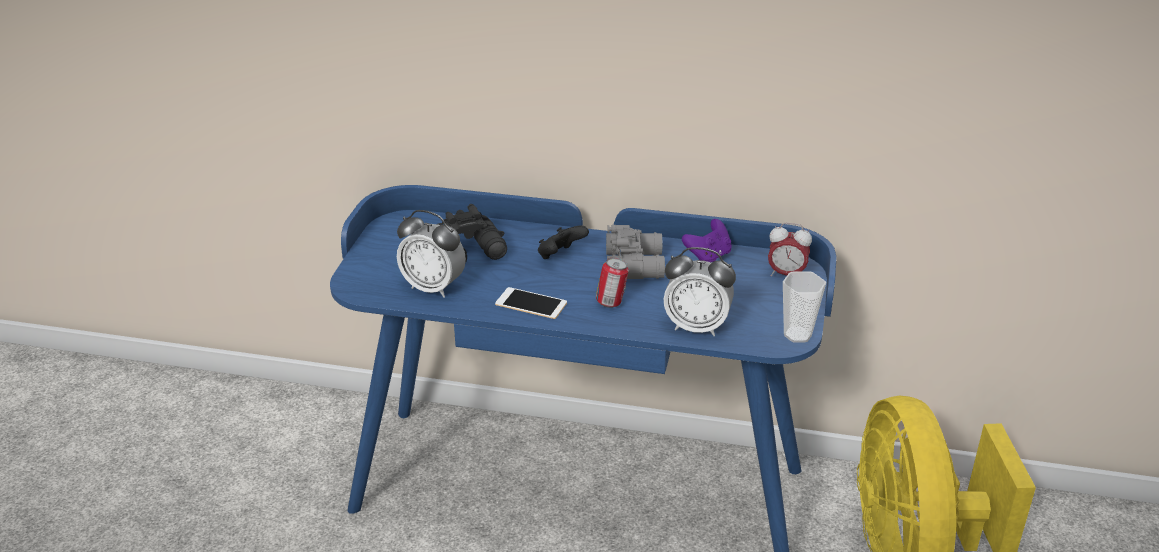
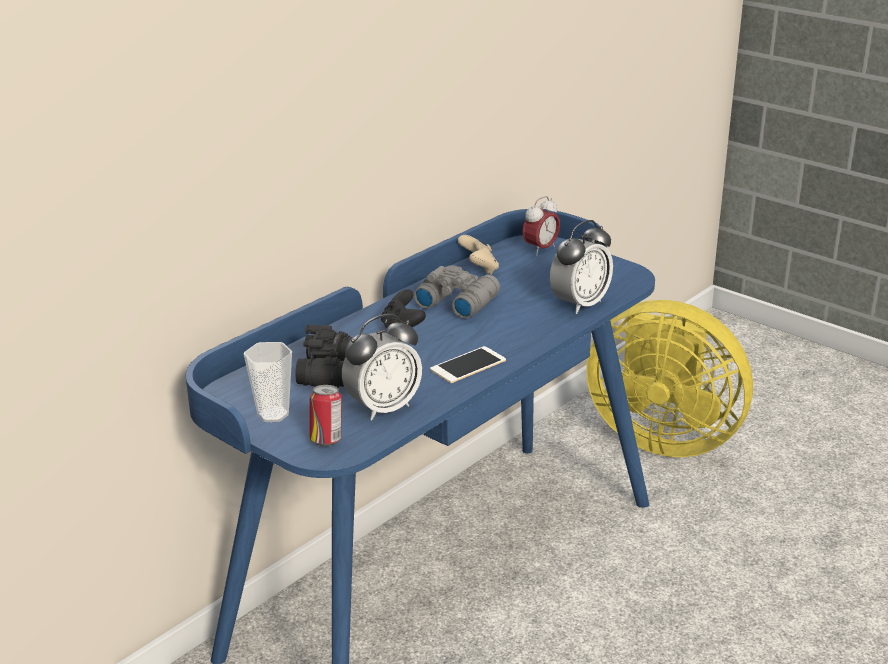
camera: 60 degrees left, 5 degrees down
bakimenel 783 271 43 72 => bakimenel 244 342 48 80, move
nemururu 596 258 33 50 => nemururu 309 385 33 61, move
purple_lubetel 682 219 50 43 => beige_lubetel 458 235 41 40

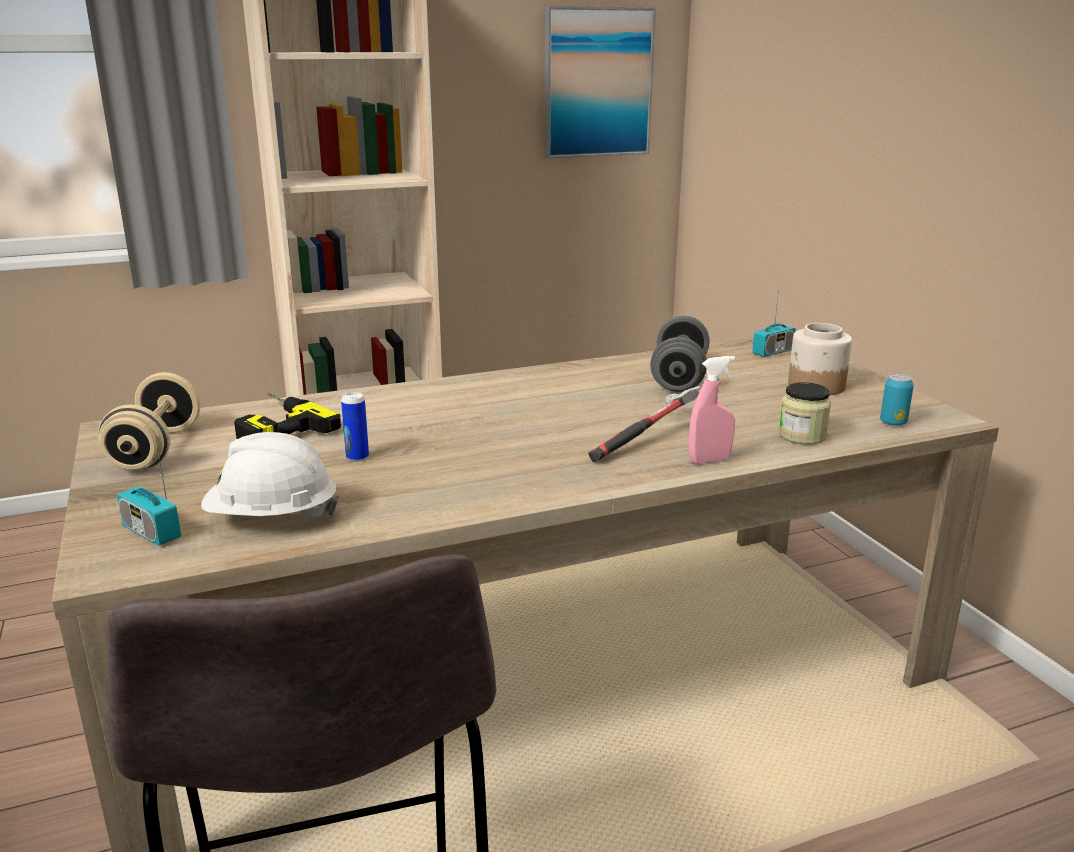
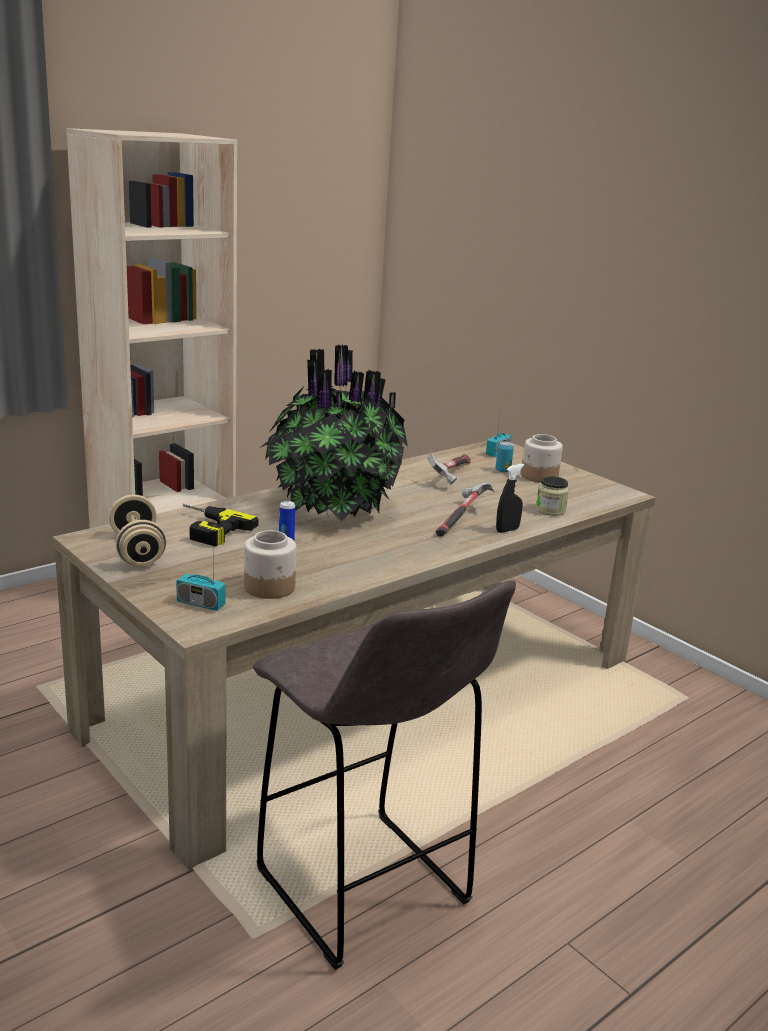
camera: 20 degrees left, 0 degrees up
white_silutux 201 432 139 85 => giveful 244 530 52 69
nothing => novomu 261 345 147 176
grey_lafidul 650 316 60 76 => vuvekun 427 451 44 33
nemururu 880 374 34 52 => nemururu 496 441 18 31, move
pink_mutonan 689 356 46 108 => black_mutonan 496 464 29 69
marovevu 545 6 111 153 => nothing

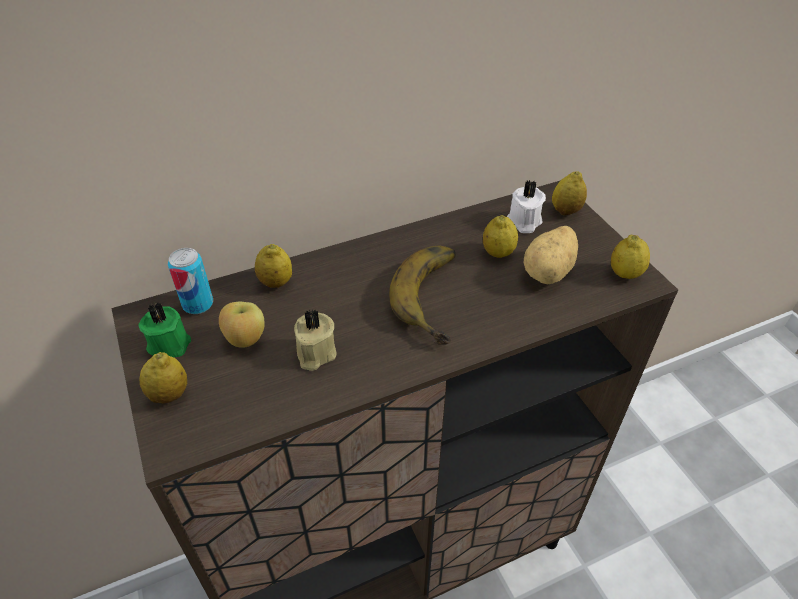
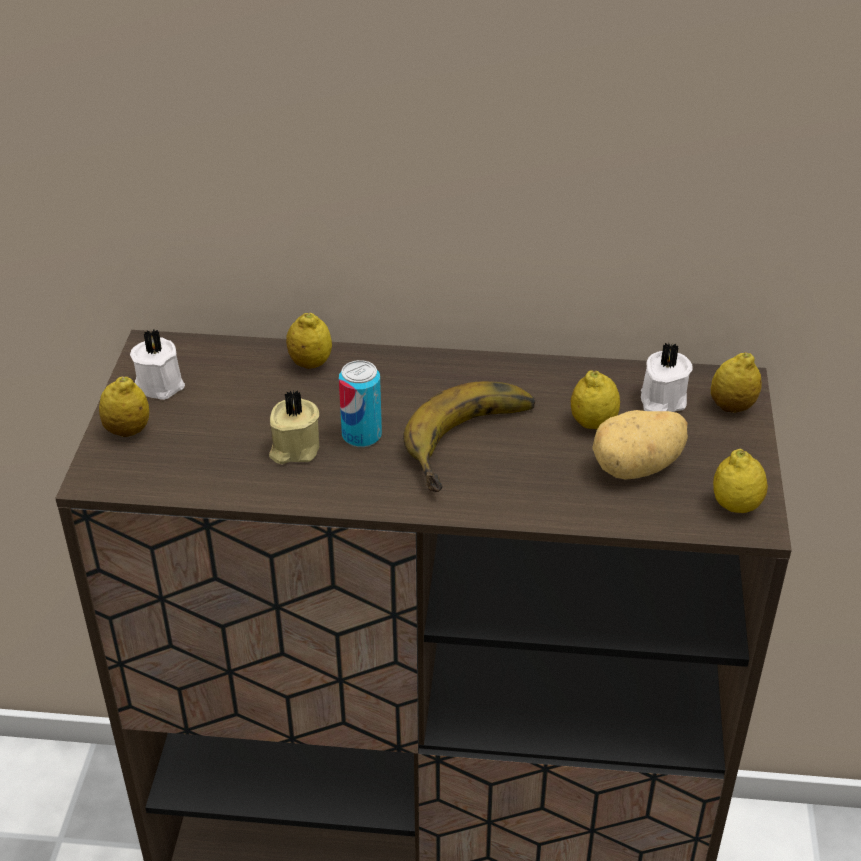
camera: 30 degrees right, 5 degrees down
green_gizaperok 139 302 52 55 => white_gizaperok 130 329 55 71
nemururu 168 248 45 66 => nemururu 339 360 43 87, move
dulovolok 219 301 46 47 => nothing

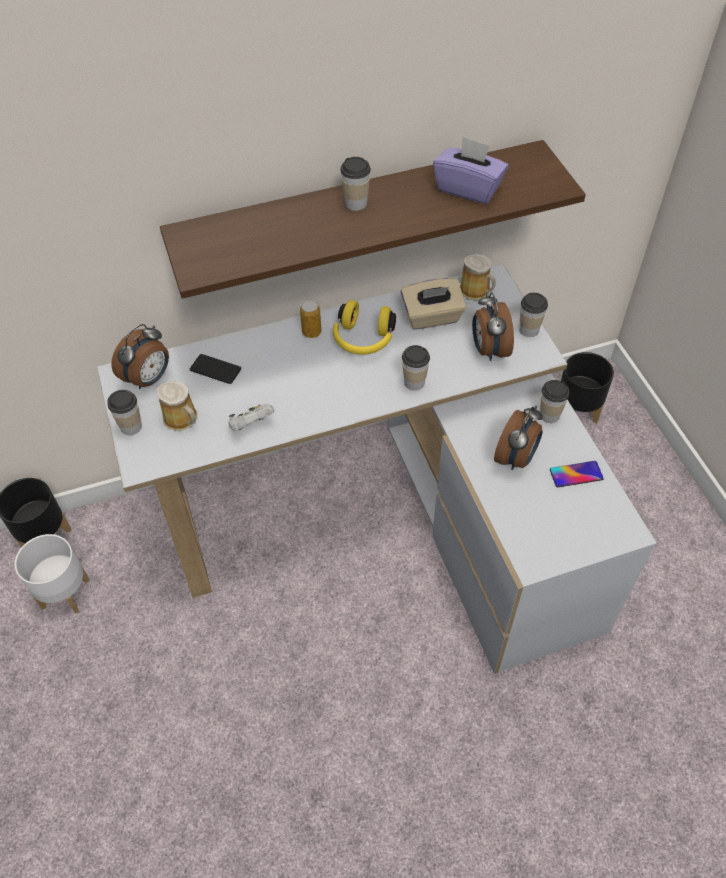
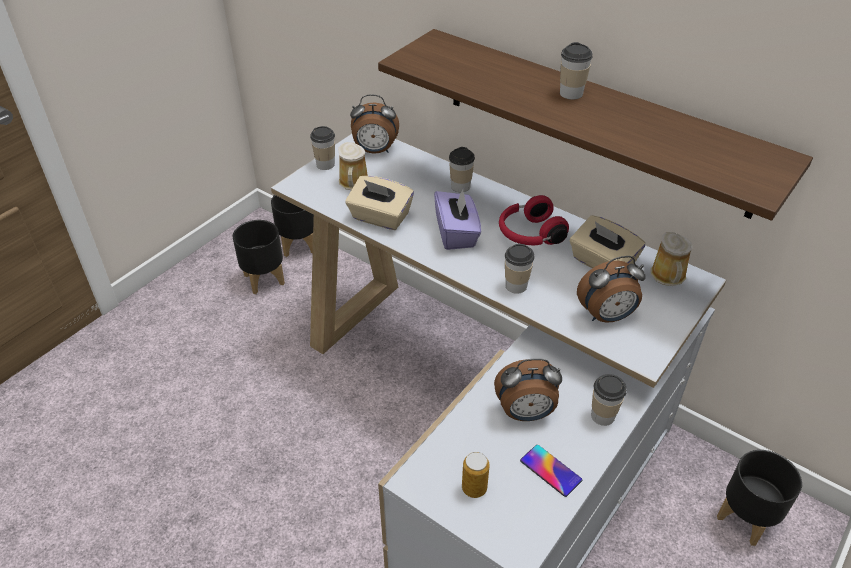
camera: 55 degrees right, 10 degrees down
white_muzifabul 15 534 75 80 => black_muzifabul 233 220 52 74
white_lubetel 228 404 47 27 => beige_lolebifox 345 176 69 54
purple_lolebifox 433 137 75 67 => purple_lolebifox 434 189 47 61, move
bakimenel 519 293 29 44 => bakimenel 449 147 26 45, move
nemururu 300 300 22 38 => nemururu 462 452 28 46, move
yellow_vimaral 333 300 63 55 => red_vimaral 499 195 70 50
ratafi 472 292 42 69 => ratafi 577 256 69 67, 150 degrees counterclockwise
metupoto 190 354 51 30 => nothing

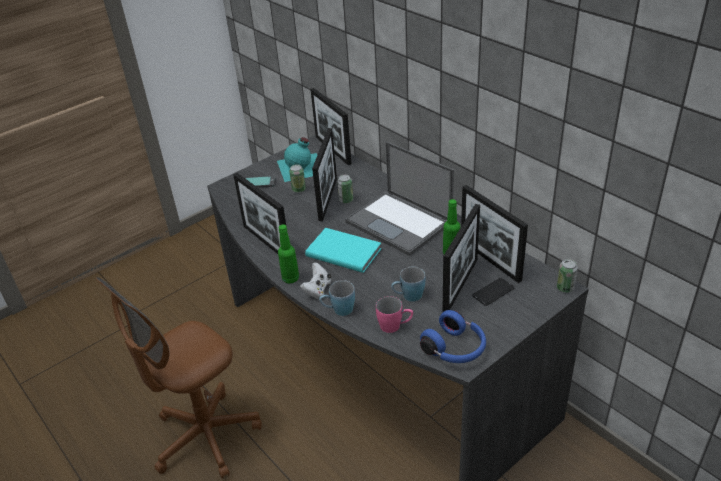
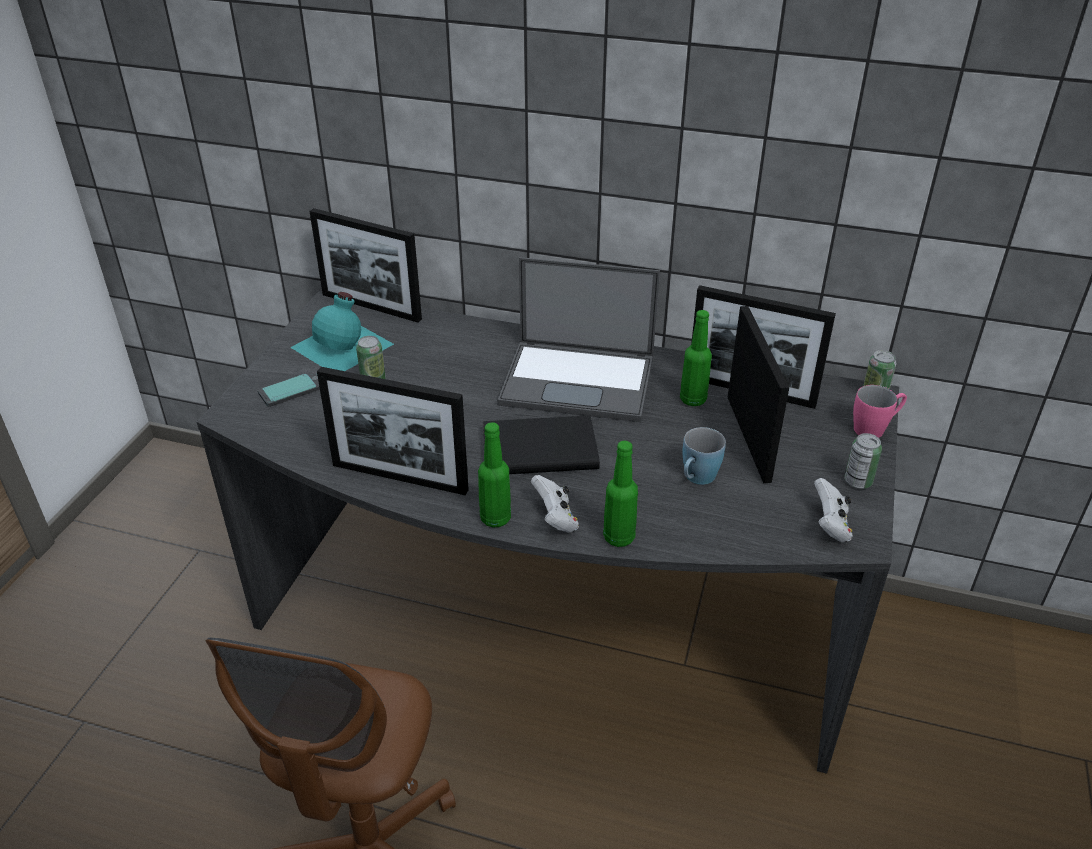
camera: 35 degrees left, 0 degrees up
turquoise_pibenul 305 228 77 45 => black_pibenul 483 415 117 59
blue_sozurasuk 319 280 36 36 => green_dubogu 603 441 35 106
blue_vimaral 420 310 66 53 => white_lubetel 814 478 39 64
nemururu 337 174 16 30 => nemururu 844 433 38 56, move
pink_sozurasuk 376 296 37 37 => pink_sozurasuk 853 385 54 53, move
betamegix 312 128 25 93 => nothing
metupoto 472 278 43 28 => nothing

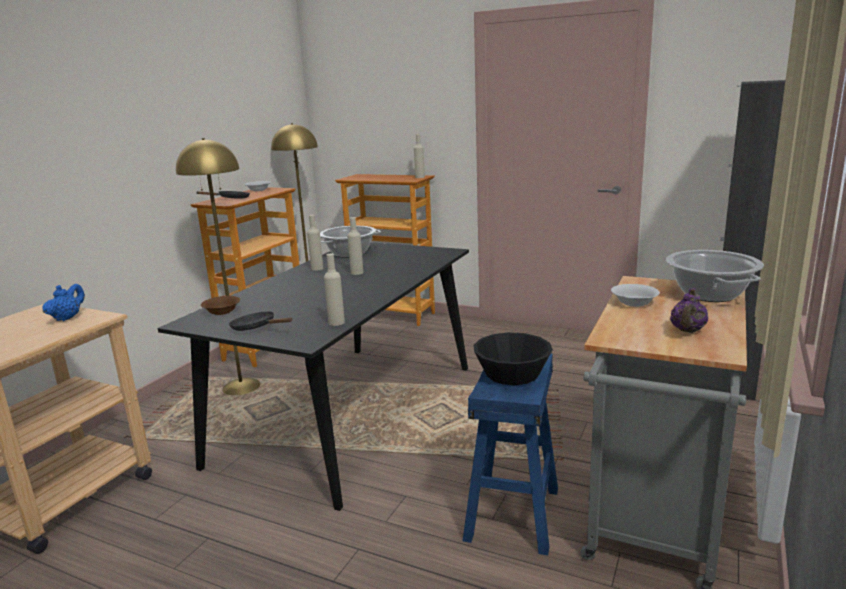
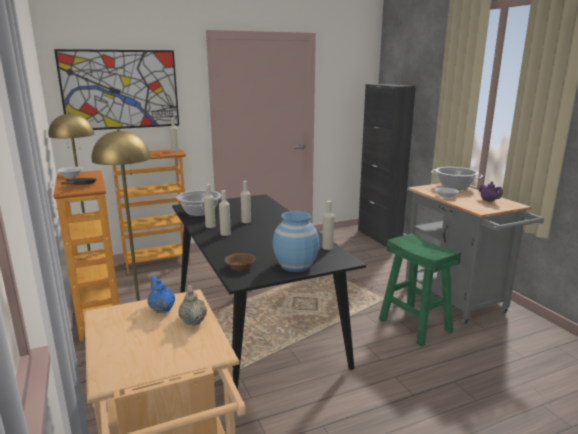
camera: 50 degrees left, 0 degrees up
nothing => marovevu 54 49 125 81
nothing => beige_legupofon 178 285 29 41
nothing => beige_dubogu 219 190 12 46
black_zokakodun 229 311 63 20 => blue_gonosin 272 211 48 61
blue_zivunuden 463 354 95 201 => green_zivunuden 379 233 82 114
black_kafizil 474 332 79 53 => nothing

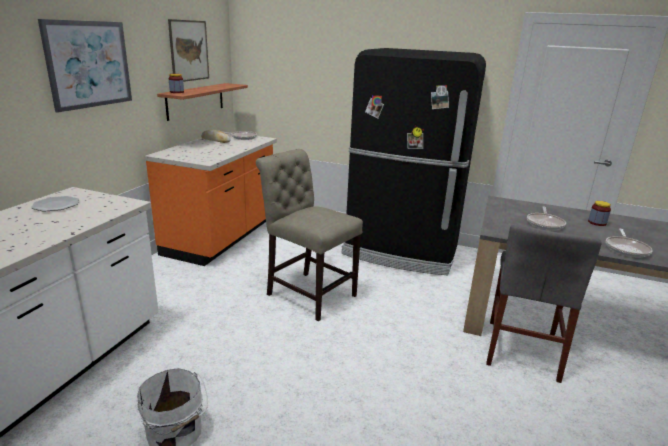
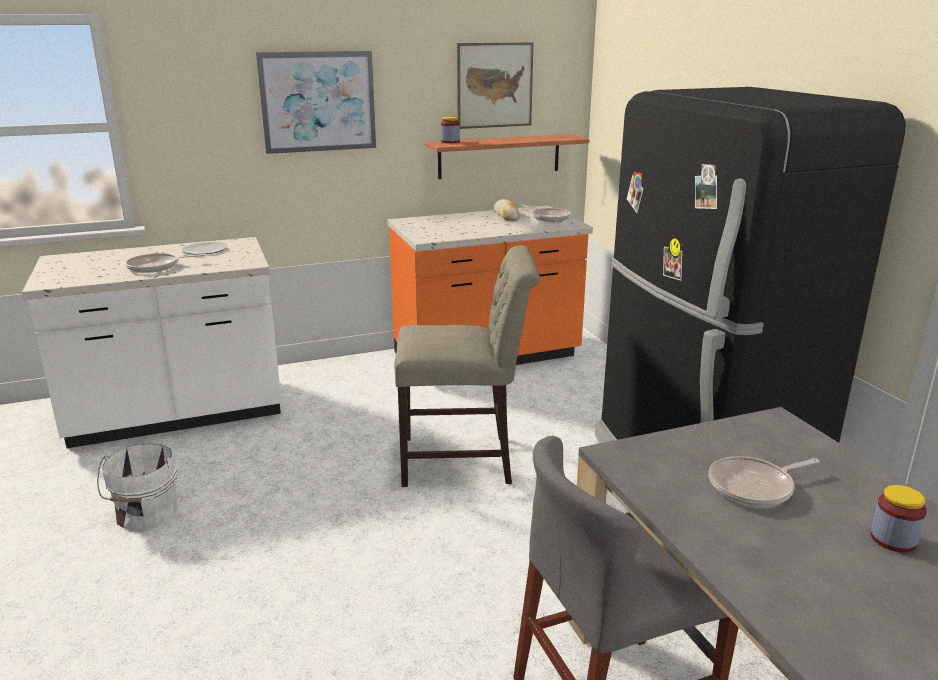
camera: 50 degrees right, 0 degrees up
zokakodun 605 229 48 29 => zokakodun 125 253 81 20, move
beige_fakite 256 149 107 173 => beige_fakite 394 245 146 242, 90 degrees clockwise

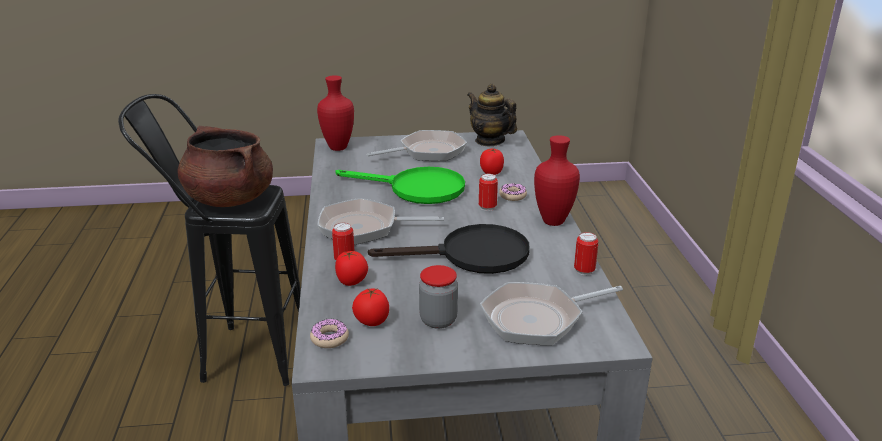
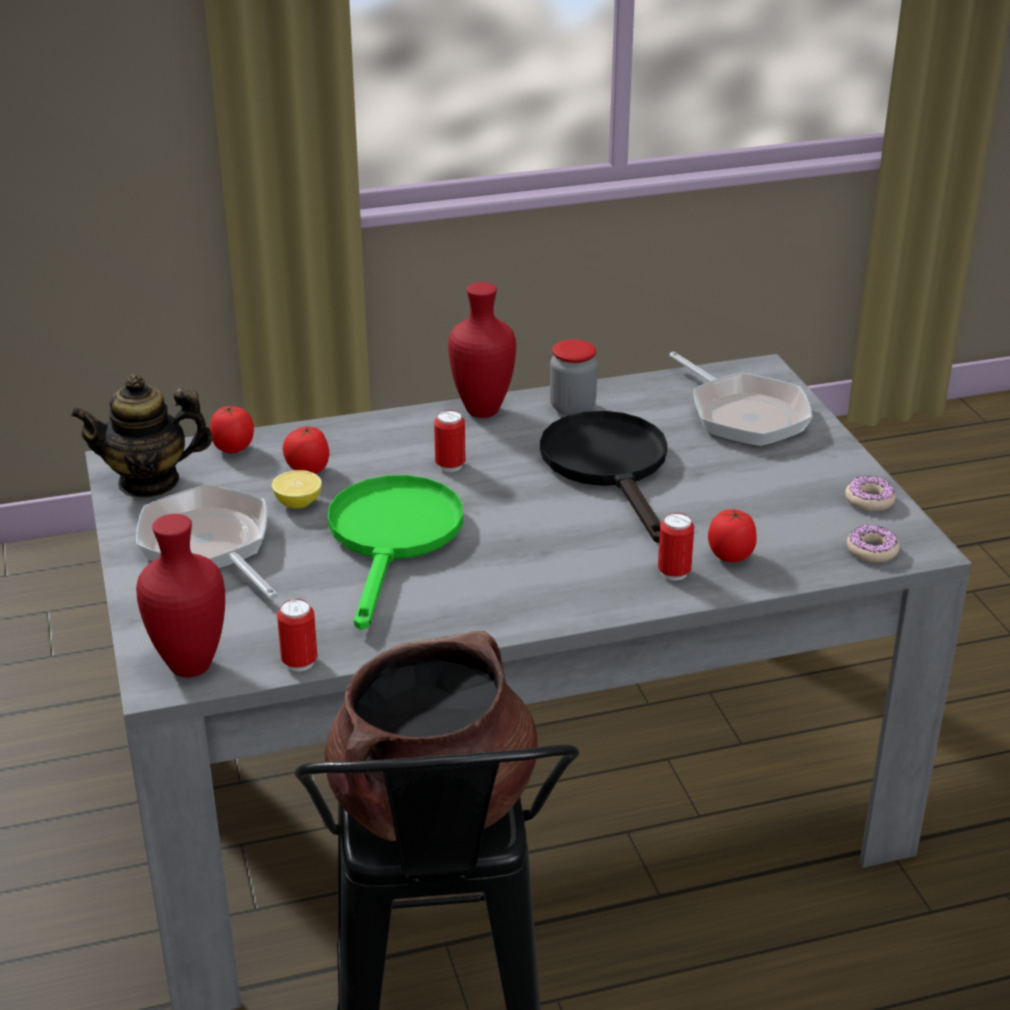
camera: 100 degrees left, 5 degrees up
legupofon 467 84 50 62 => legupofon 71 374 142 124, 45 degrees clockwise
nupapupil 352 288 37 38 => nupapupil 210 405 44 48, move
nothing => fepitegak 272 470 50 39
nemururu 574 232 24 44 => nemururu 277 599 40 72, move
giveful 419 265 39 64 => giveful 550 339 48 77, move
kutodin 499 183 28 18 => kutodin 845 476 51 35, move
zokakodun 317 198 127 47 => nothing

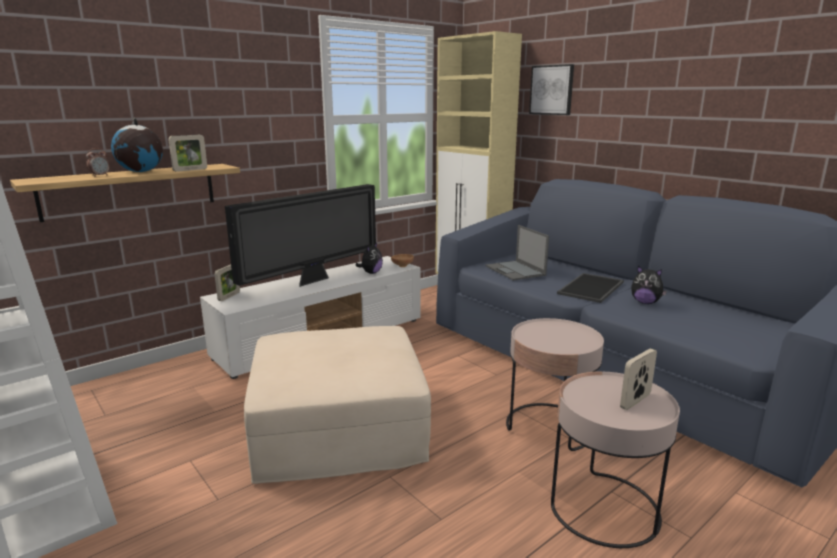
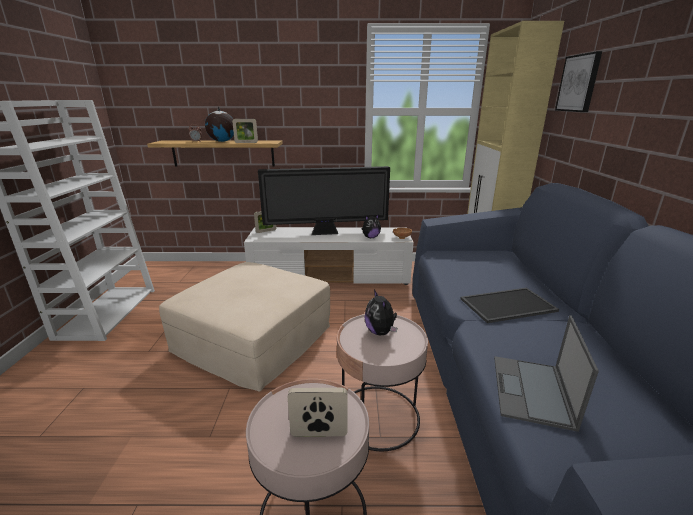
camera: 40 degrees right, 5 degrees up
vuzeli 631 266 36 38 => vuzeli 364 289 33 46, move
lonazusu 485 225 64 56 => lonazusu 494 315 105 117, move

